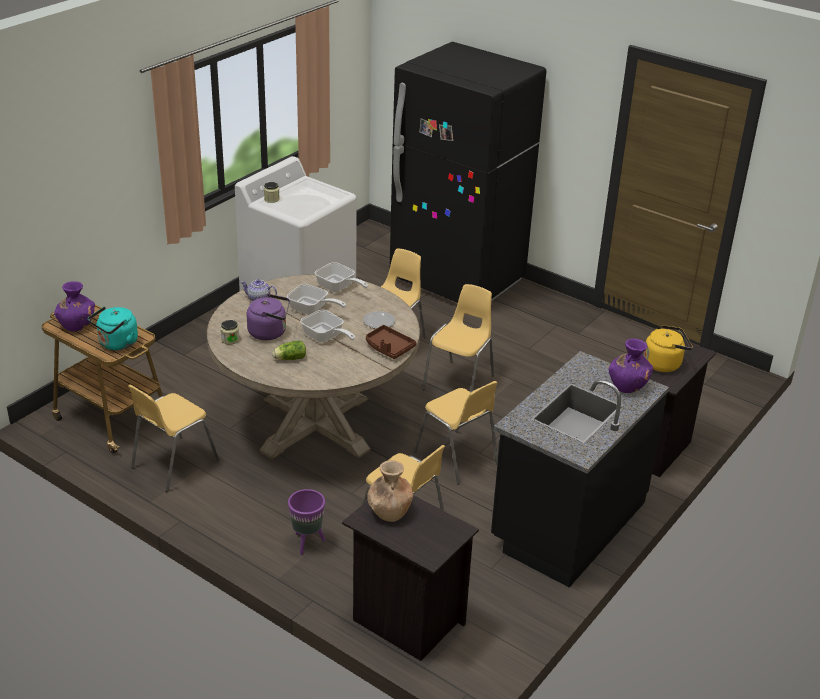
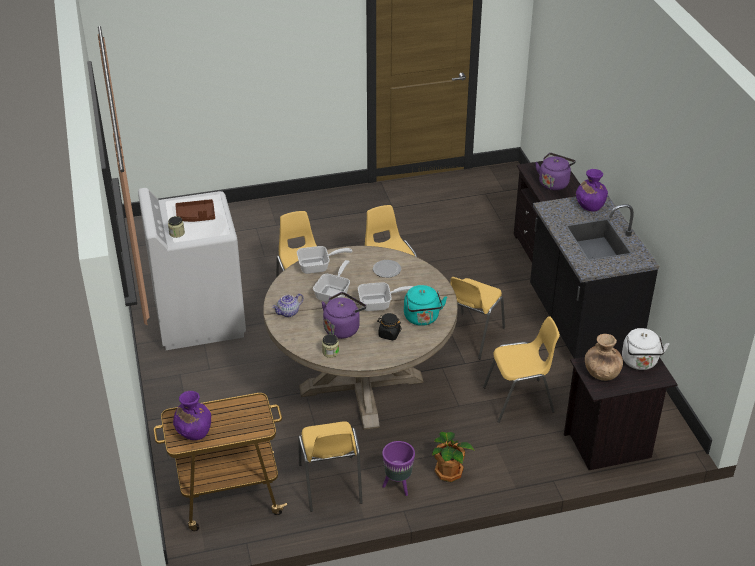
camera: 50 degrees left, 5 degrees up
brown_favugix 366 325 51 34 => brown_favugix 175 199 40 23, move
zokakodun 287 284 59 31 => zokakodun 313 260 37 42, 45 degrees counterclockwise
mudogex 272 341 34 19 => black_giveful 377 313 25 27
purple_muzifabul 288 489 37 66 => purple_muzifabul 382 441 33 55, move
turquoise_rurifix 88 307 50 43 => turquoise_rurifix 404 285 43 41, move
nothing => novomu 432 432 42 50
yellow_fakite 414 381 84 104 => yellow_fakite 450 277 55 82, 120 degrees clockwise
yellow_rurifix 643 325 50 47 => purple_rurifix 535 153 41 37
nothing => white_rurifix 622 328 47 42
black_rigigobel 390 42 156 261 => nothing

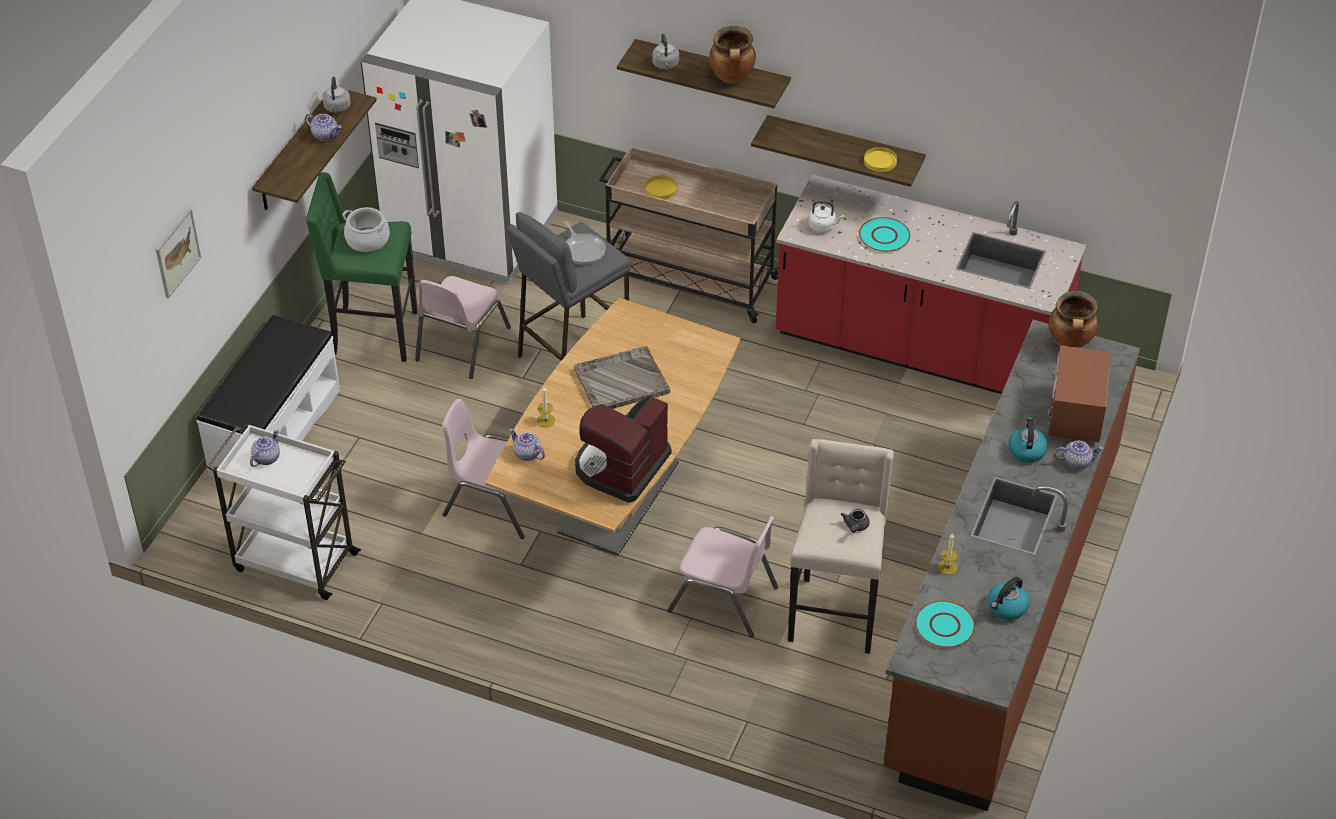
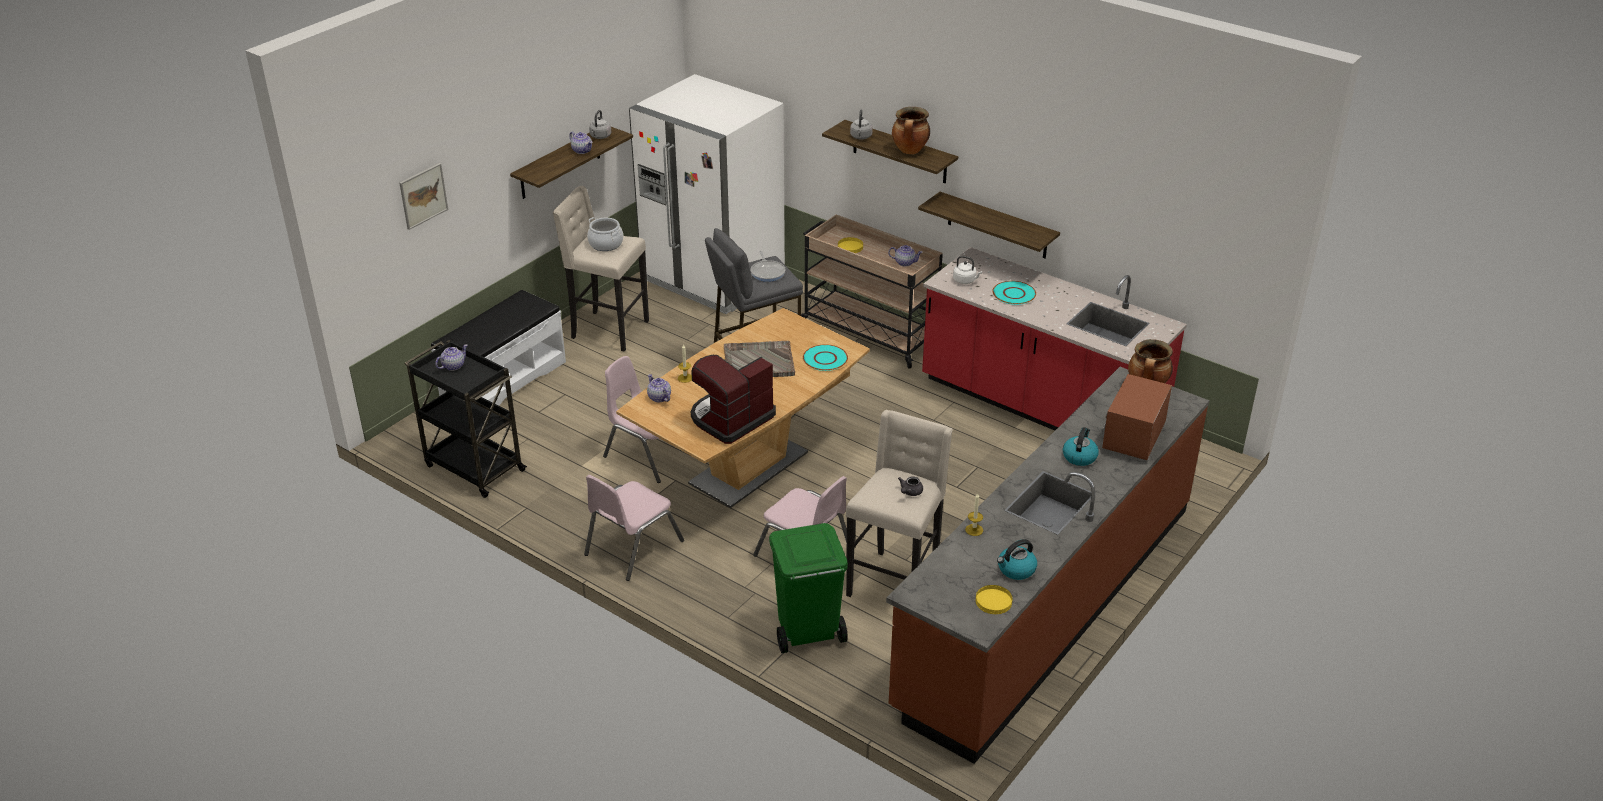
camera: 15 degrees right, 10 degrees down
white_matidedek 207 423 154 177 => black_matidedek 405 340 122 158
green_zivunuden 306 172 112 190 => beige_zivunuden 553 186 96 166
pink_fakite 415 276 96 103 => pink_fakite 584 475 100 106, move
nothing => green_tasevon 769 523 79 130
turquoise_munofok 915 600 60 48 => turquoise_munofok 803 344 45 27, move
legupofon 1054 441 49 29 => legupofon 888 245 35 22, move
yellow_munofok 864 147 33 25 => yellow_munofok 976 585 37 29, move

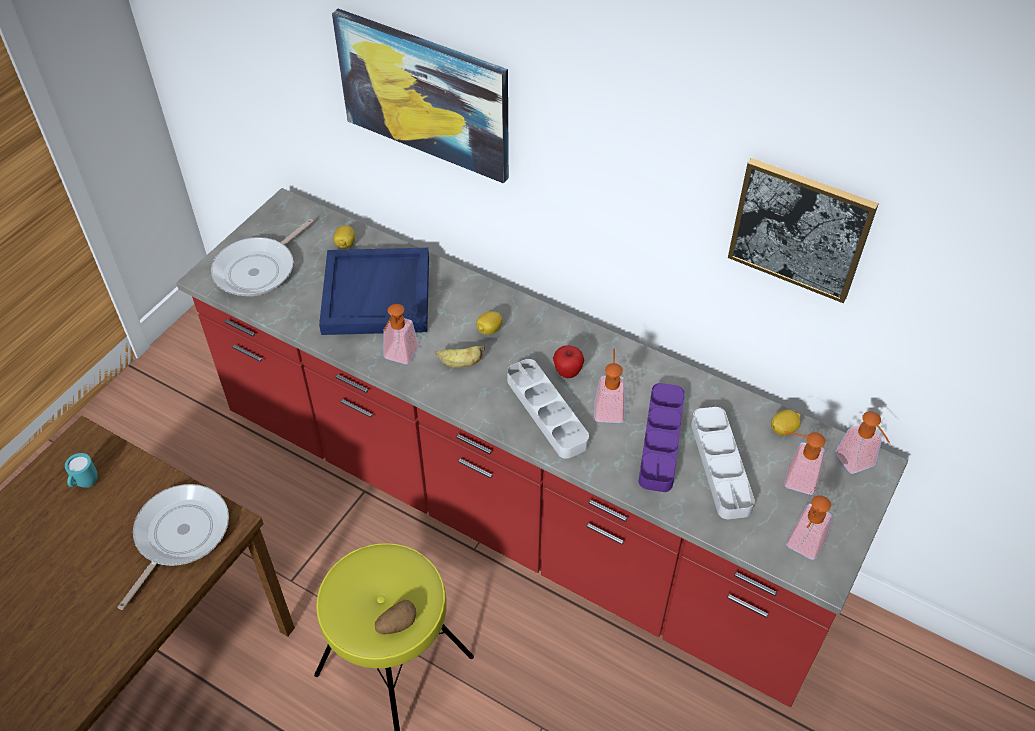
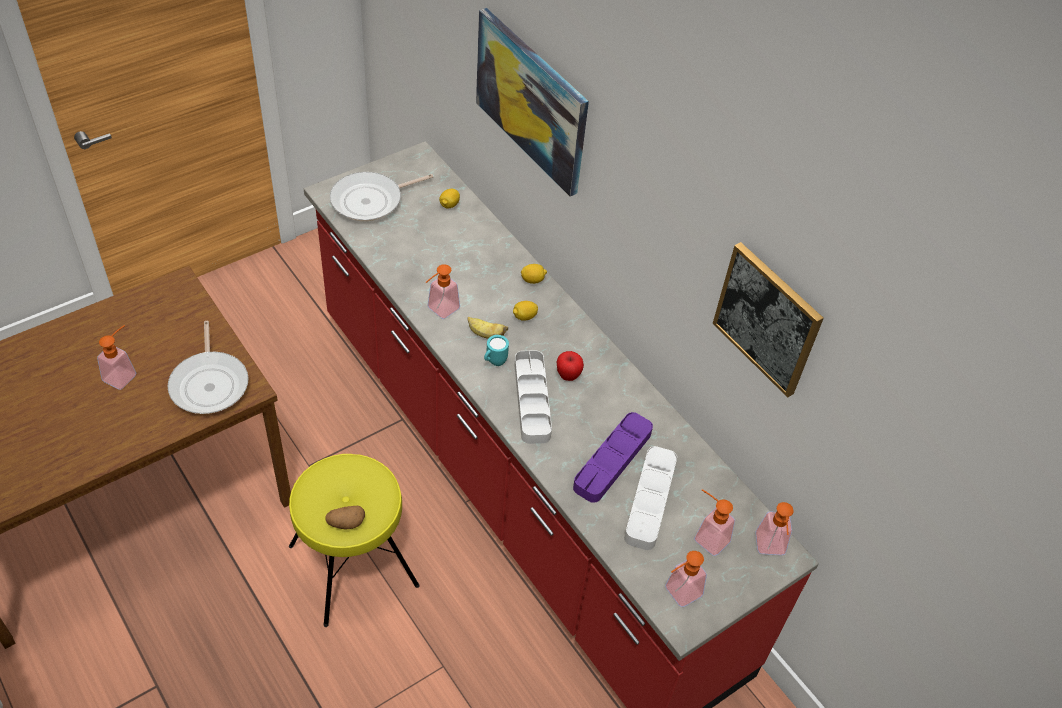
camera: 20 degrees right, 0 degrees up
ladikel 594 348 31 75 => ladikel 97 325 39 65, move
zokakodun 118 484 111 126 => zokakodun 167 321 81 93, 120 degrees clockwise
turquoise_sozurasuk 65 453 33 35 => turquoise_sozurasuk 484 335 25 31, move
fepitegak 771 410 30 26 => fepitegak 521 264 26 20, move
blue_favugix 319 248 110 87 => nothing

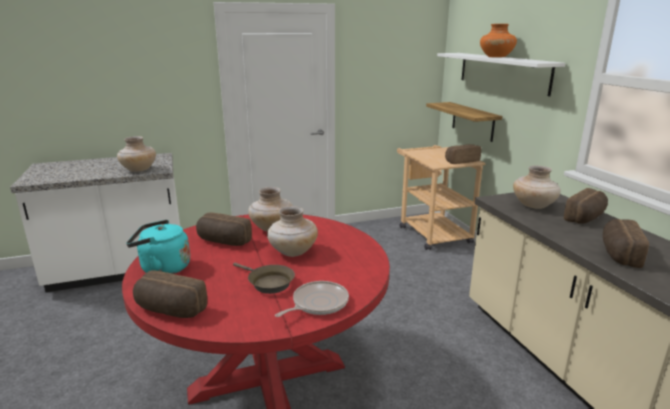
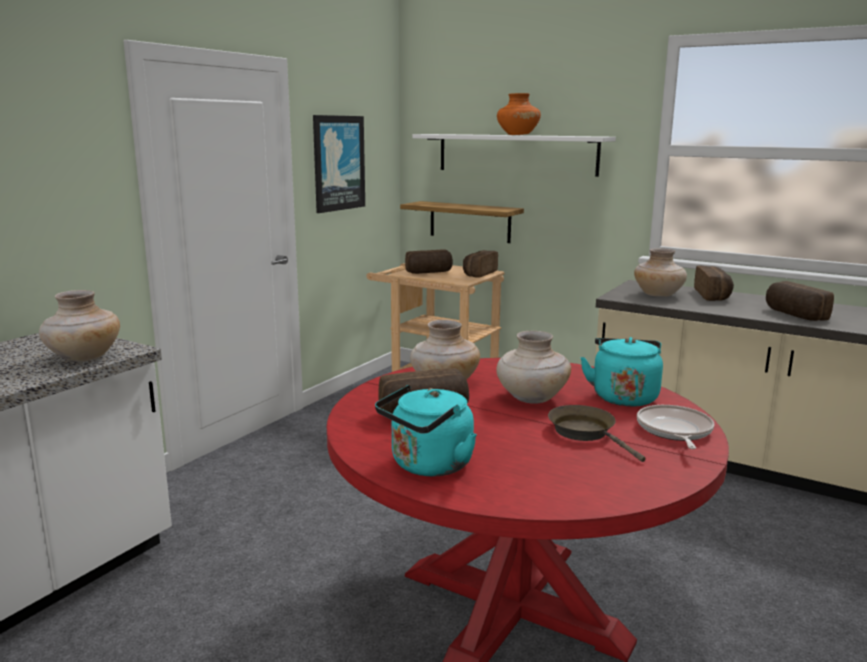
camera: 40 degrees left, 5 degrees down
nothing => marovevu 313 115 52 98
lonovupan 133 270 74 48 => lonovupan 405 249 48 25, move
brown_zokakodun 233 263 62 31 => brown_zokakodun 548 405 98 57, 120 degrees counterclockwise
nothing => turquoise_rurifix 580 337 83 69

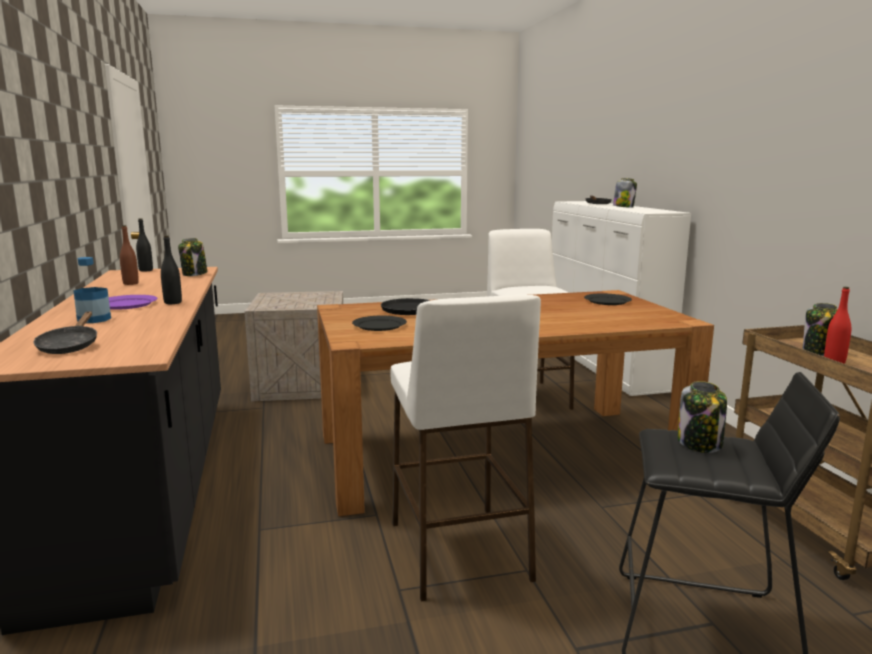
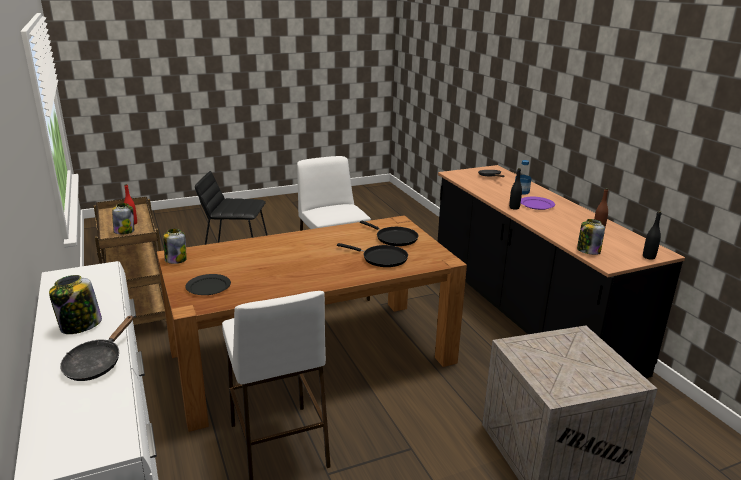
camera: 170 degrees right, 10 degrees up
giveful 678 381 49 72 => giveful 164 229 23 35, move
black_munofok 352 316 55 15 => black_zokakodun 360 221 58 25

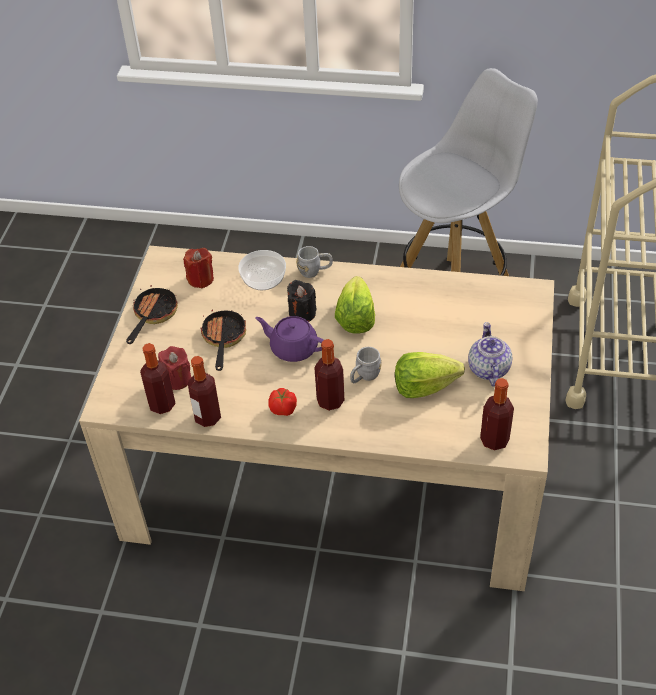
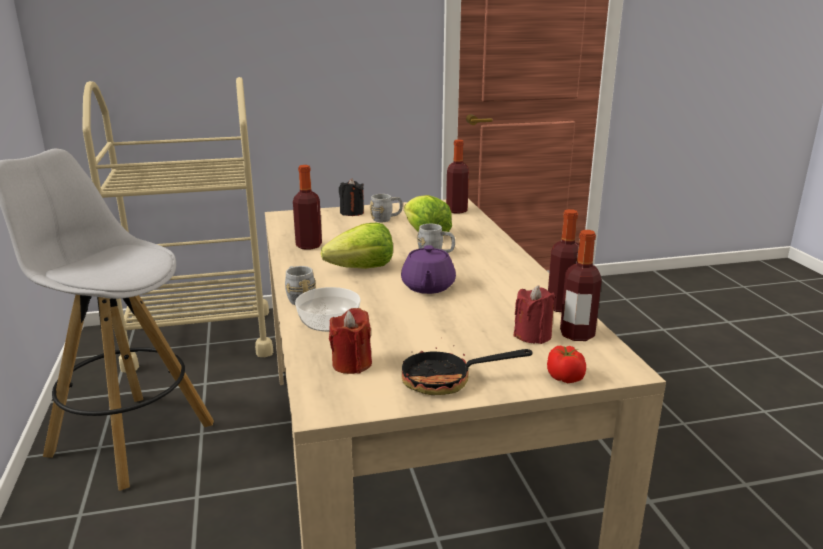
camera: 115 degrees left, 25 degrees down
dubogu 314 339 30 72 => dubogu 293 165 29 85, move
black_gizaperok 287 280 30 42 => black_gizaperok 339 179 25 37, move
legupofon 468 322 44 65 => grey_sozurasuk 370 194 33 28
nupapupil 268 388 29 28 => nupapupil 547 345 39 38, move
zokakodun 200 304 46 67 => nothing

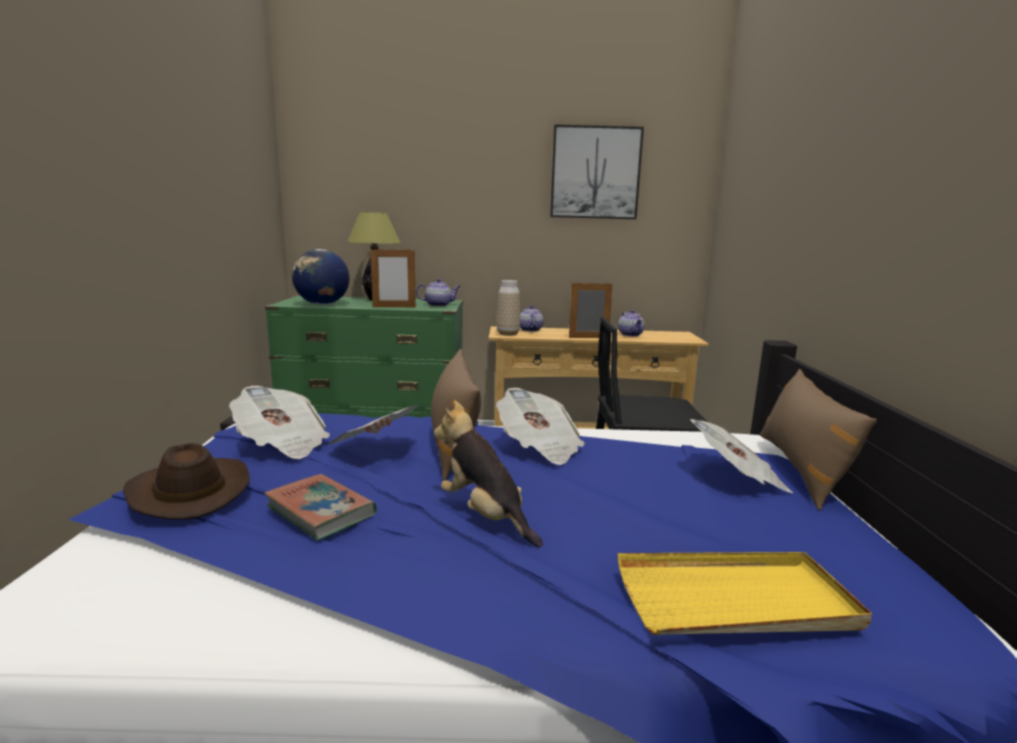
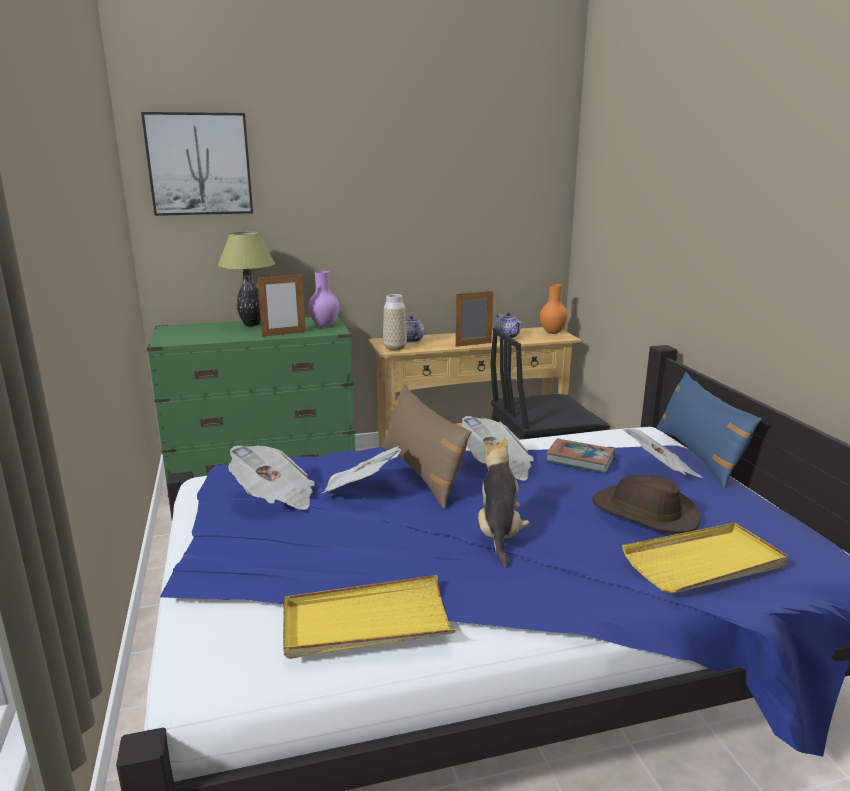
camera: 15 degrees left, 5 degrees up
marovevu 550 124 94 95 => marovevu 141 112 112 104, move
nothing => yellow_favugix 283 575 172 84
legupofon 416 279 45 27 => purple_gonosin 308 271 31 56
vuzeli 434 401 109 146 => vuzeli 478 437 52 131, 60 degrees clockwise
nothing => orange_gonosin 540 284 28 50
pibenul 264 474 113 67 => pibenul 546 438 69 35, move
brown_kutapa 123 443 127 77 => brown_kutapa 592 475 108 58, move
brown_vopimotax 760 369 117 141 => blue_vopimotax 656 372 106 116
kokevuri 292 249 57 56 => nothing

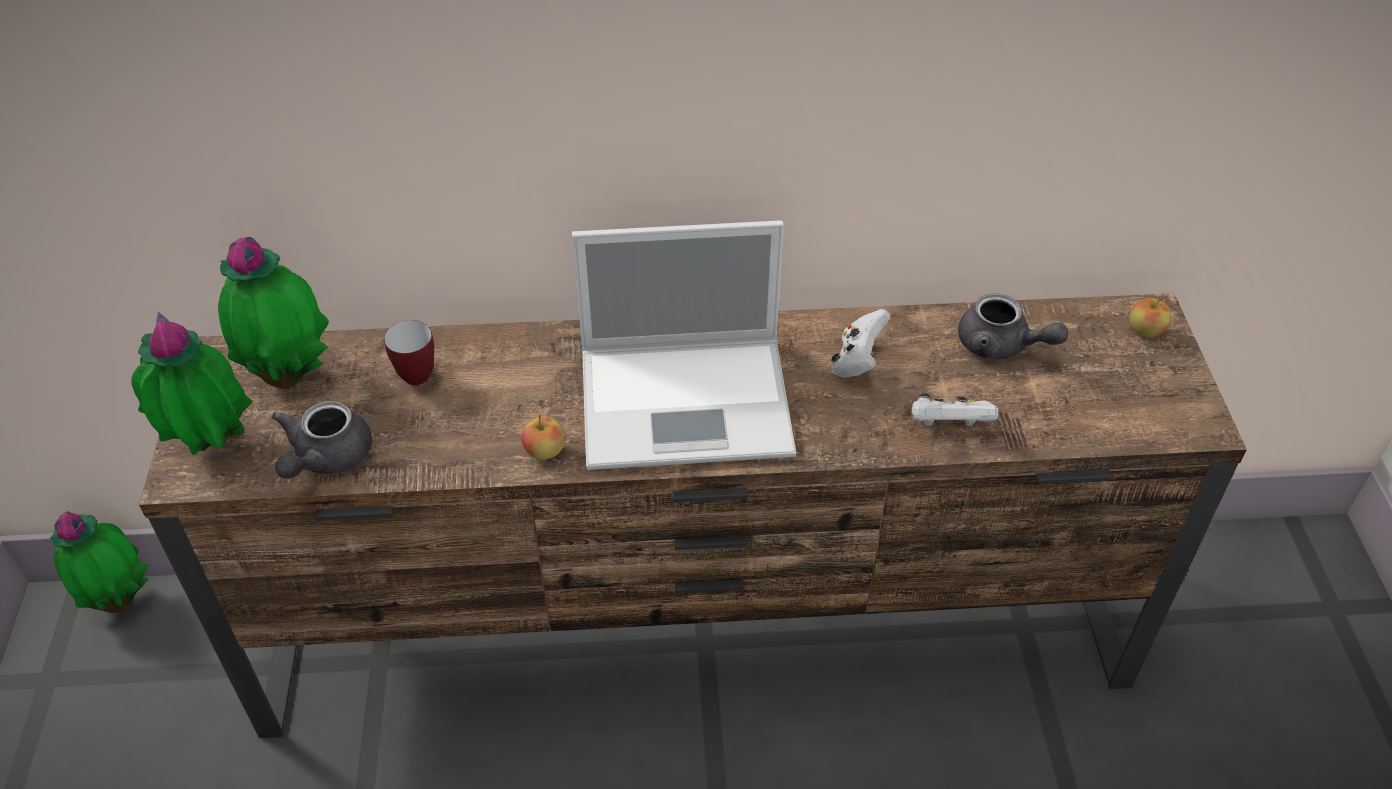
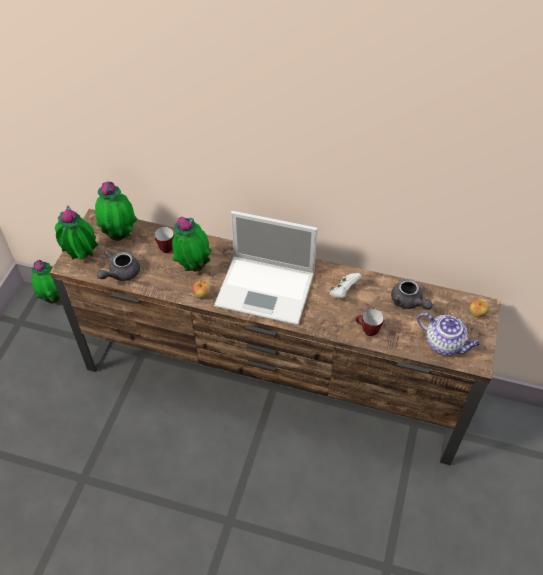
camera: 20 degrees right, 5 degrees up
nothing => novomu 172 217 40 54
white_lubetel 912 393 86 33 => sozurasuk 356 309 28 27
nothing => legupofon 417 312 63 44

